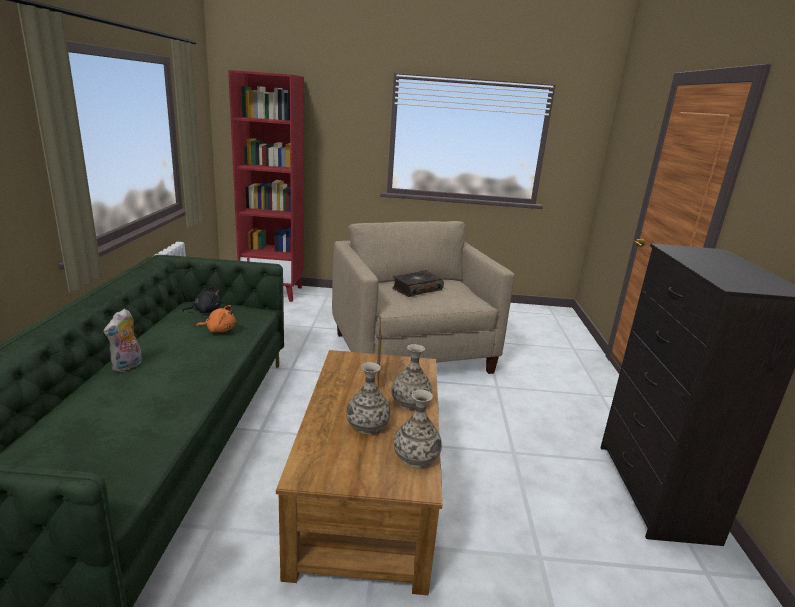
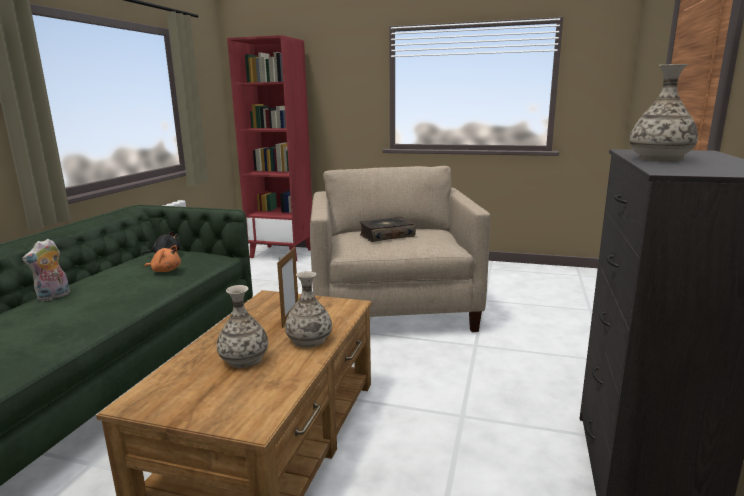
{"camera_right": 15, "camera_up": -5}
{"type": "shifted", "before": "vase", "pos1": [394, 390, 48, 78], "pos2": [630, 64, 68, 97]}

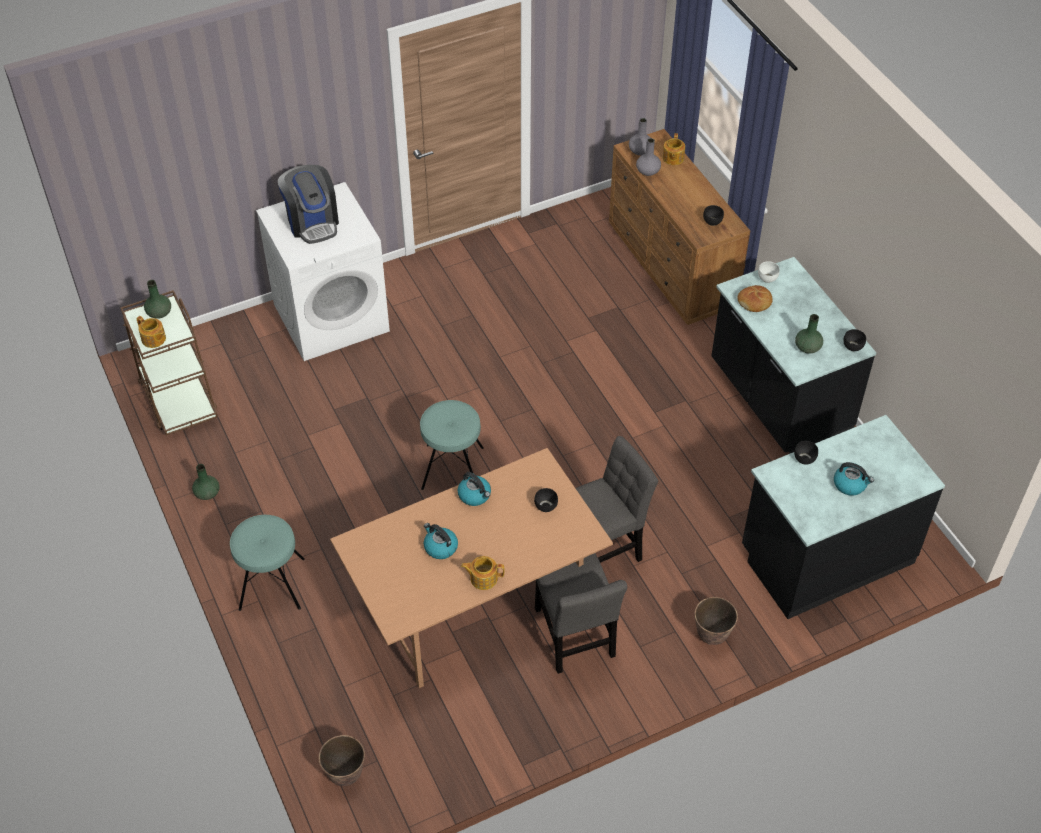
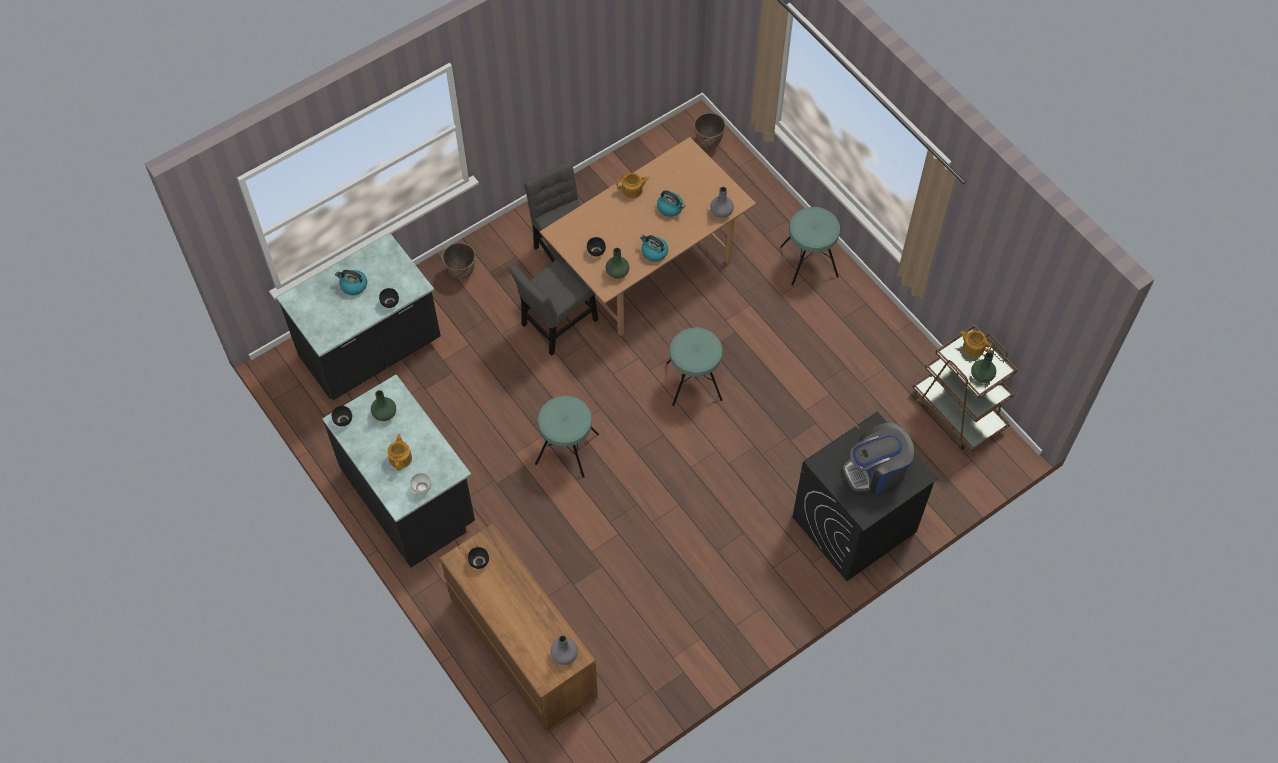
{"camera_right": 170, "camera_up": 10}
{"type": "shifted", "before": "green vase", "pos1": [192, 464, 28, 36], "pos2": [606, 248, 23, 31]}
{"type": "repainted", "before": "white washing machine", "after": "black washing machine", "pos1": [256, 182, 134, 179], "pos2": [792, 412, 146, 169]}
{"type": "rotated", "before": "coffee machine", "pos1": [278, 165, 61, 79], "pos2": [843, 423, 71, 72], "turn": -75}
{"type": "shifted", "before": "grey vase", "pos1": [636, 138, 25, 38], "pos2": [710, 187, 24, 31]}
{"type": "shifted", "before": "teapot", "pos1": [663, 133, 22, 32], "pos2": [387, 434, 25, 36]}
{"type": "gone", "before": "bread", "pos1": [738, 285, 35, 27]}
{"type": "new", "after": "turquoise stool", "pos2": [535, 396, 64, 82]}

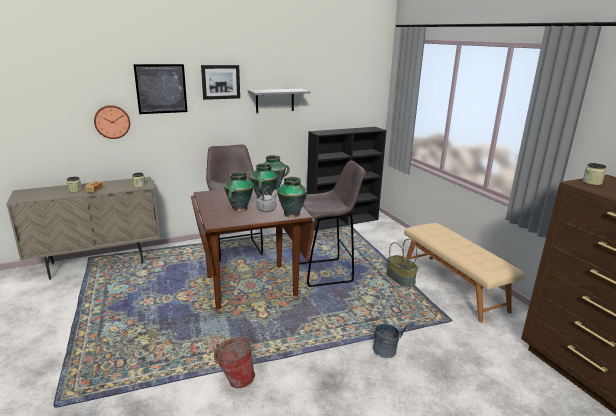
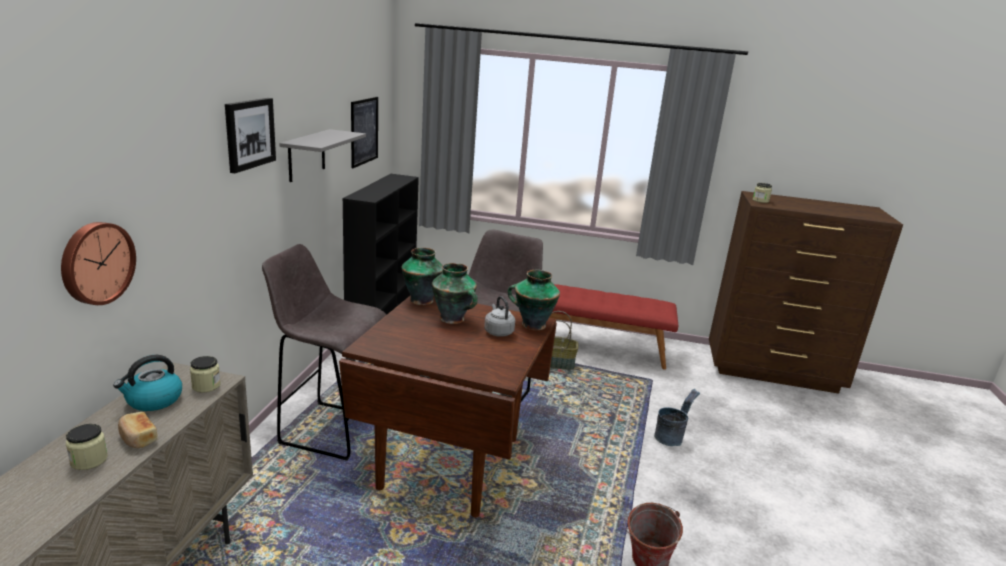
{"camera_right": -55, "camera_up": 0}
{"type": "shifted", "before": "picture", "pos1": [133, 64, 55, 50], "pos2": [351, 97, 27, 71]}
{"type": "gone", "before": "vase", "pos1": [224, 172, 30, 40]}
{"type": "repainted", "before": "beige bench", "after": "red bench", "pos1": [404, 223, 121, 99], "pos2": [549, 284, 129, 86]}
{"type": "new", "after": "kettle", "pos2": [113, 355, 69, 56]}

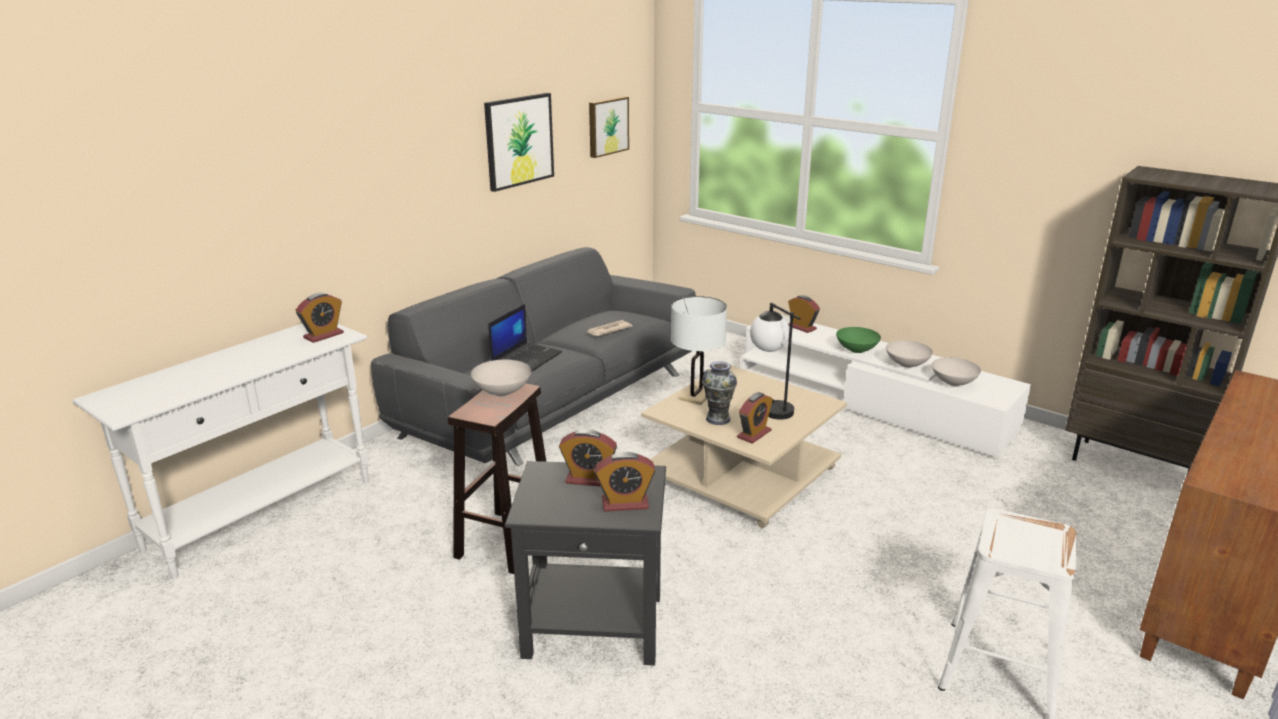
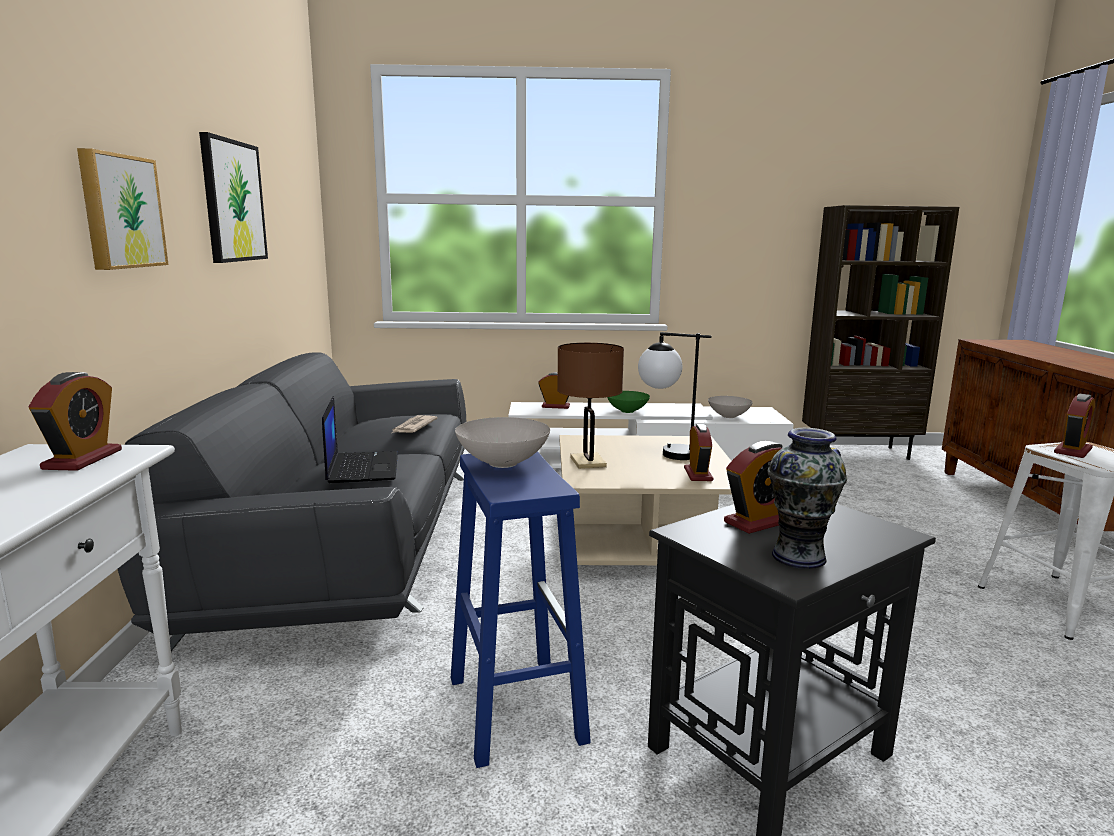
{"camera_right": -40, "camera_up": -10}
{"type": "repainted", "before": "brown stool", "after": "blue stool", "pos1": [448, 383, 98, 191], "pos2": [451, 451, 140, 317]}
{"type": "shifted", "before": "picture", "pos1": [589, 96, 40, 62], "pos2": [77, 148, 92, 122]}
{"type": "shifted", "before": "alarm clock", "pos1": [595, 452, 60, 60], "pos2": [1054, 394, 41, 64]}
{"type": "repainted", "before": "white table lamp", "after": "brown table lamp", "pos1": [671, 296, 56, 109], "pos2": [557, 343, 67, 126]}
{"type": "shifted", "before": "vase", "pos1": [702, 361, 35, 64], "pos2": [767, 428, 80, 141]}
{"type": "gone", "before": "white bowl", "pos1": [886, 340, 47, 28]}

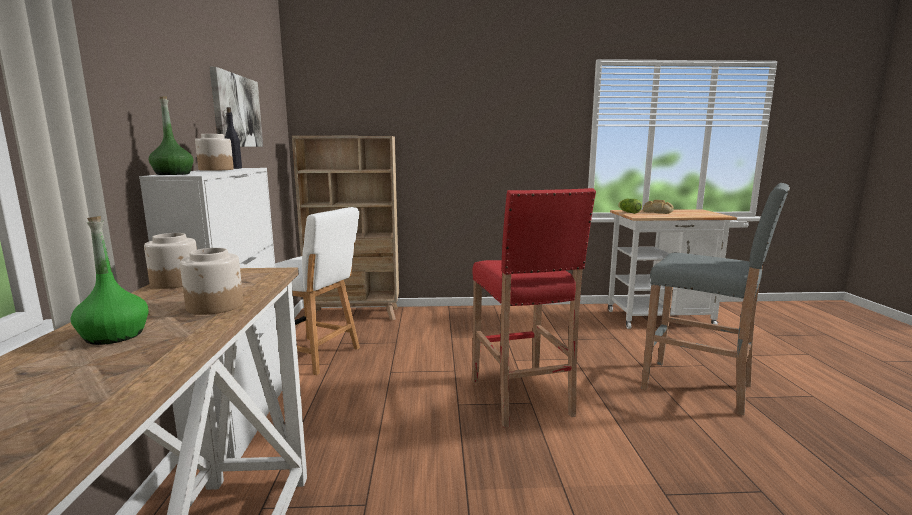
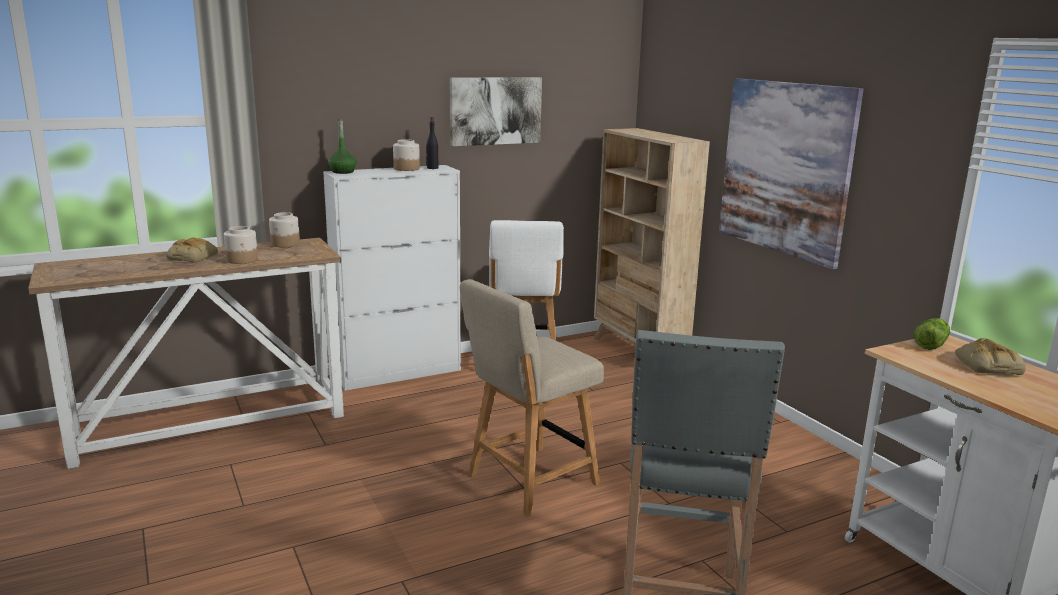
{"camera_right": 65, "camera_up": 5}
{"type": "swapped", "before": "green bottle", "after": "bread", "pos1": [71, 216, 78, 129], "pos2": [166, 237, 52, 26]}
{"type": "swapped", "before": "red stool", "after": "beige chair", "pos1": [472, 188, 124, 240], "pos2": [460, 279, 144, 237]}
{"type": "new", "after": "picture", "pos2": [719, 78, 145, 191]}

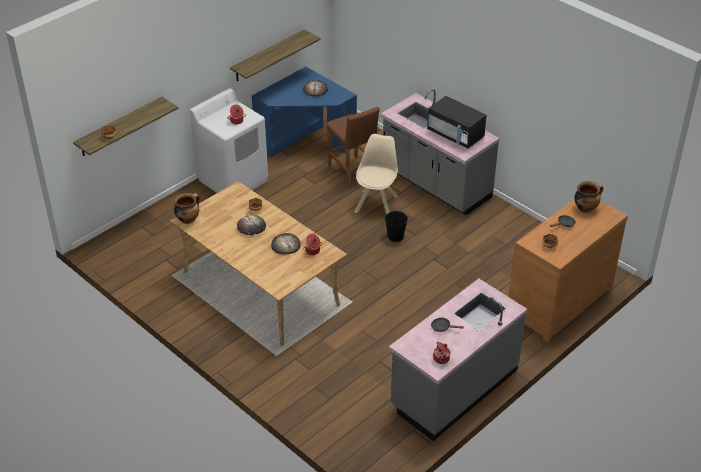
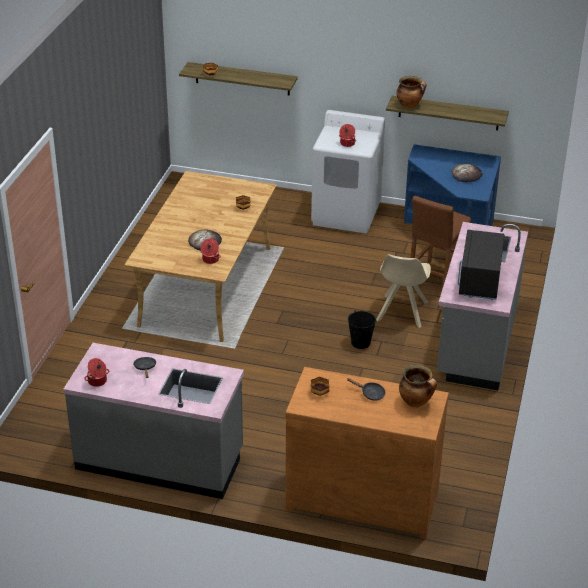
{"camera_right": 60, "camera_up": -5}
{"type": "shifted", "before": "cooking pot", "pos1": [174, 193, 26, 31], "pos2": [396, 76, 31, 33]}
{"type": "gone", "before": "bread", "pos1": [237, 215, 29, 21]}
{"type": "rotated", "before": "beige chair", "pos1": [355, 134, 43, 81], "pos2": [376, 254, 55, 74], "turn": 120}

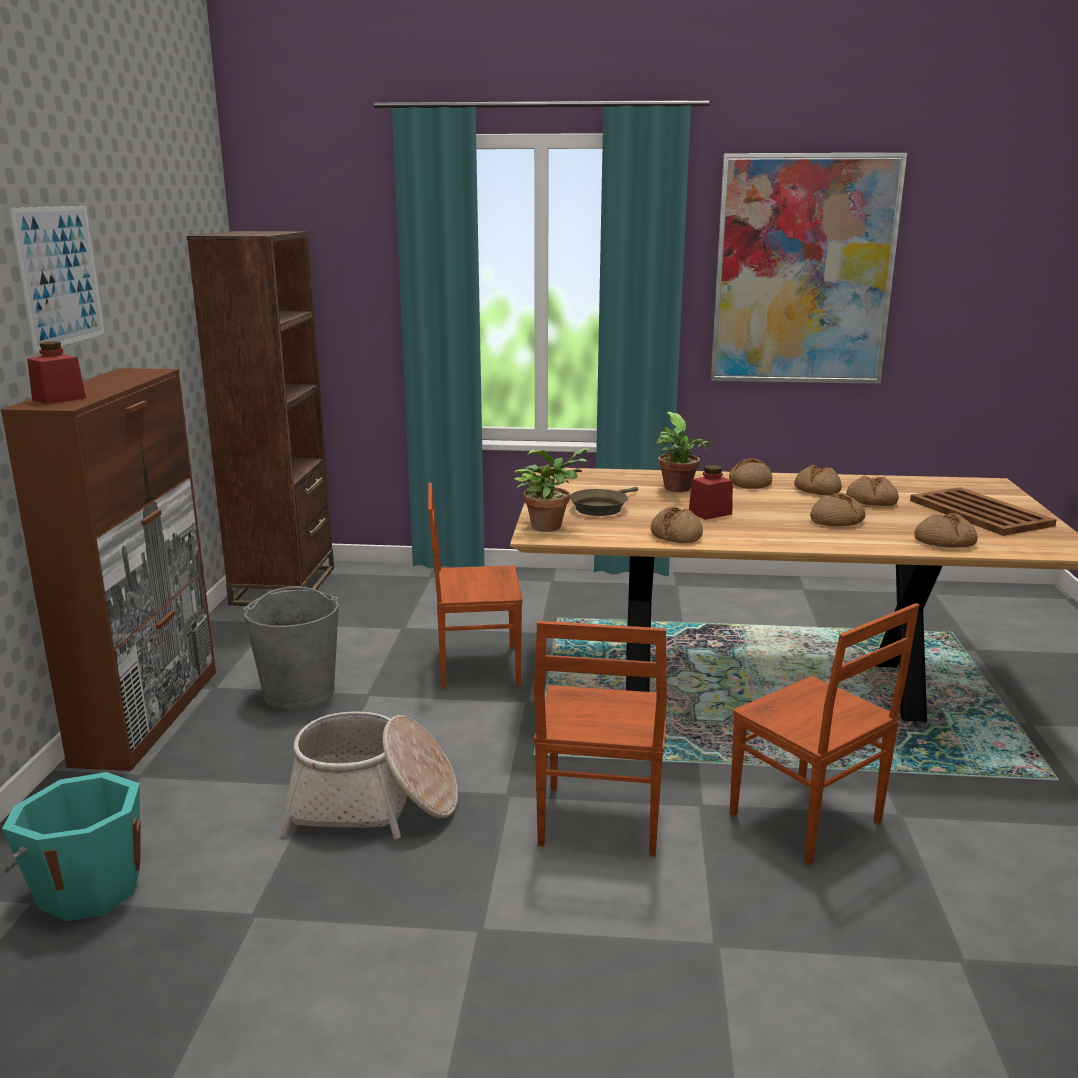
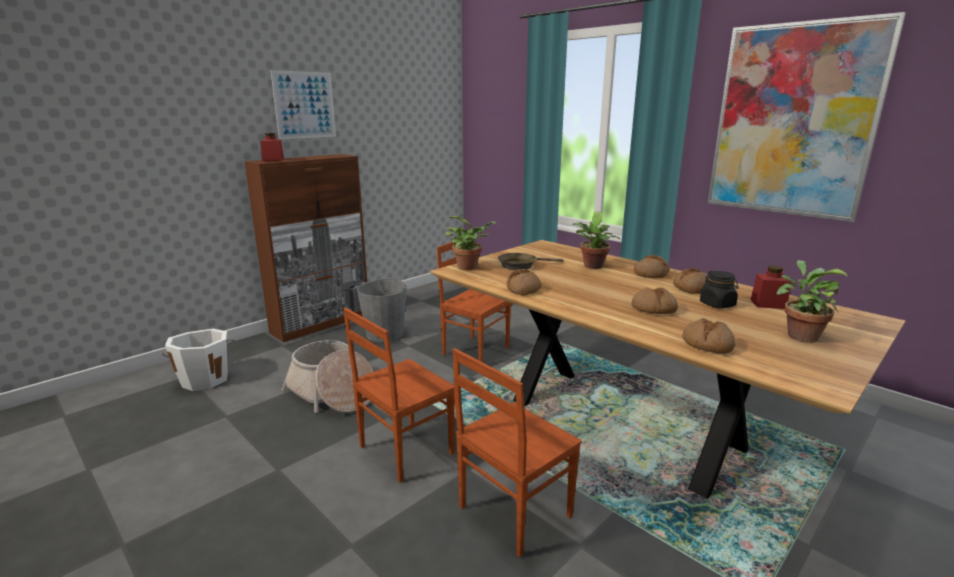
{"camera_right": 40, "camera_up": 0}
{"type": "repainted", "before": "turquoise bucket", "after": "white bucket", "pos1": [2, 772, 139, 149], "pos2": [162, 329, 73, 62]}
{"type": "gone", "before": "brown bookcase", "pos1": [187, 231, 147, 375]}
{"type": "shifted", "before": "red jar", "pos1": [689, 465, 44, 55], "pos2": [750, 265, 41, 44]}
{"type": "rotated", "before": "brown chair", "pos1": [730, 603, 189, 262], "pos2": [452, 348, 130, 210], "turn": 45}
{"type": "swapped", "before": "bread", "after": "black jar", "pos1": [846, 475, 53, 31], "pos2": [700, 271, 39, 38]}
{"type": "swapped", "before": "brown tray", "after": "potted plant", "pos1": [910, 487, 146, 49], "pos2": [777, 260, 71, 83]}

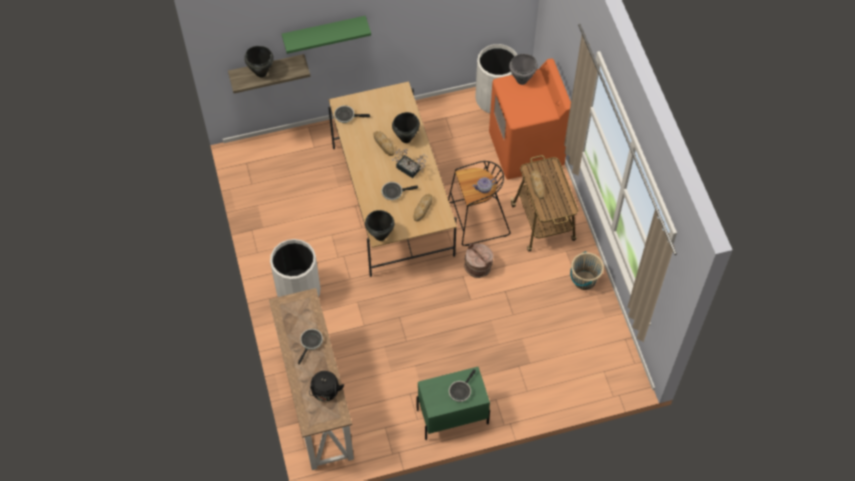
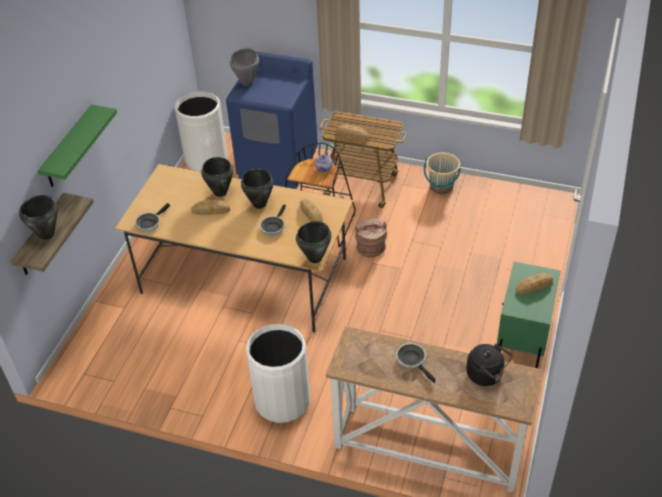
{"camera_right": -55, "camera_up": -15}
{"type": "swapped", "before": "potted plant", "after": "black cooking pot", "pos1": [392, 149, 35, 29], "pos2": [241, 168, 32, 41]}
{"type": "swapped", "before": "frying pan", "after": "bread", "pos1": [449, 369, 27, 33], "pos2": [516, 273, 37, 21]}
{"type": "repainted", "before": "orange washing machine", "after": "blue washing machine", "pos1": [489, 58, 82, 122], "pos2": [226, 51, 92, 138]}

